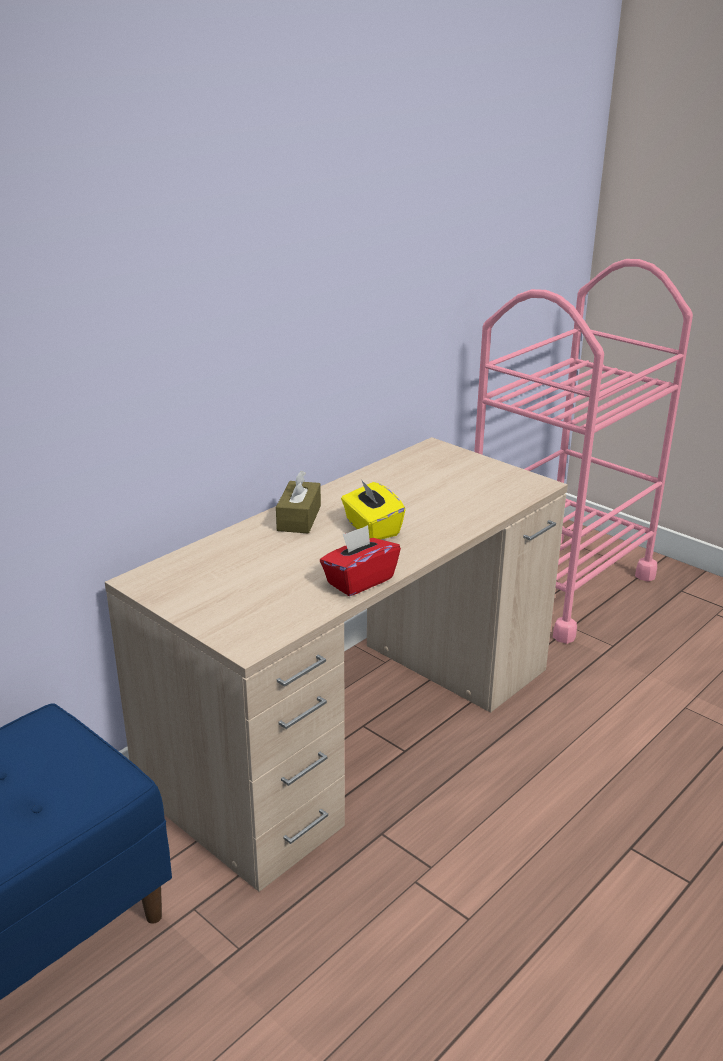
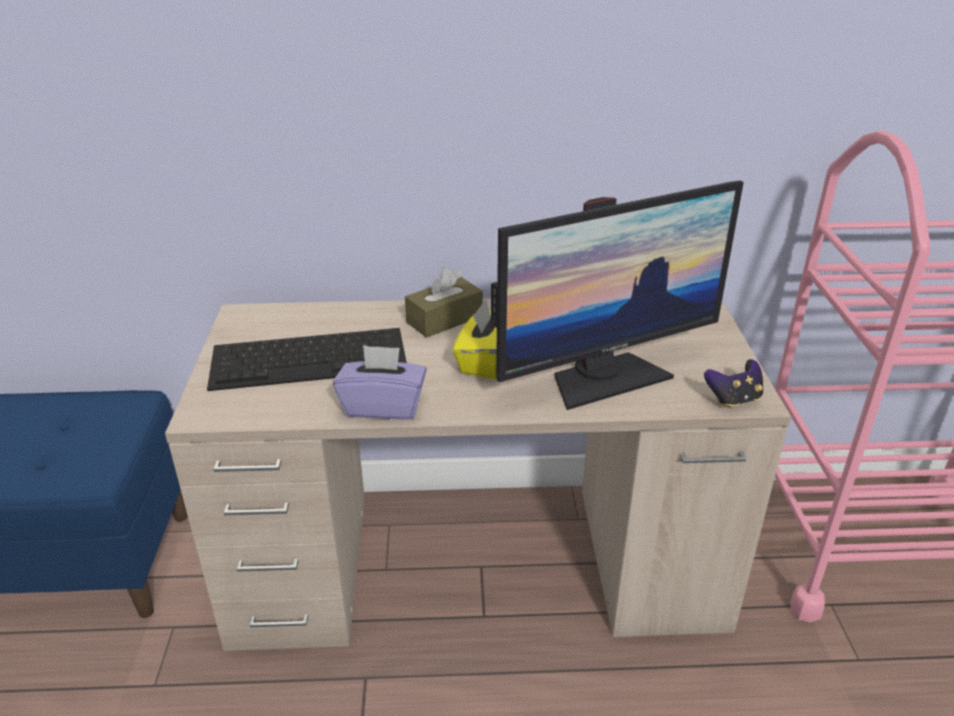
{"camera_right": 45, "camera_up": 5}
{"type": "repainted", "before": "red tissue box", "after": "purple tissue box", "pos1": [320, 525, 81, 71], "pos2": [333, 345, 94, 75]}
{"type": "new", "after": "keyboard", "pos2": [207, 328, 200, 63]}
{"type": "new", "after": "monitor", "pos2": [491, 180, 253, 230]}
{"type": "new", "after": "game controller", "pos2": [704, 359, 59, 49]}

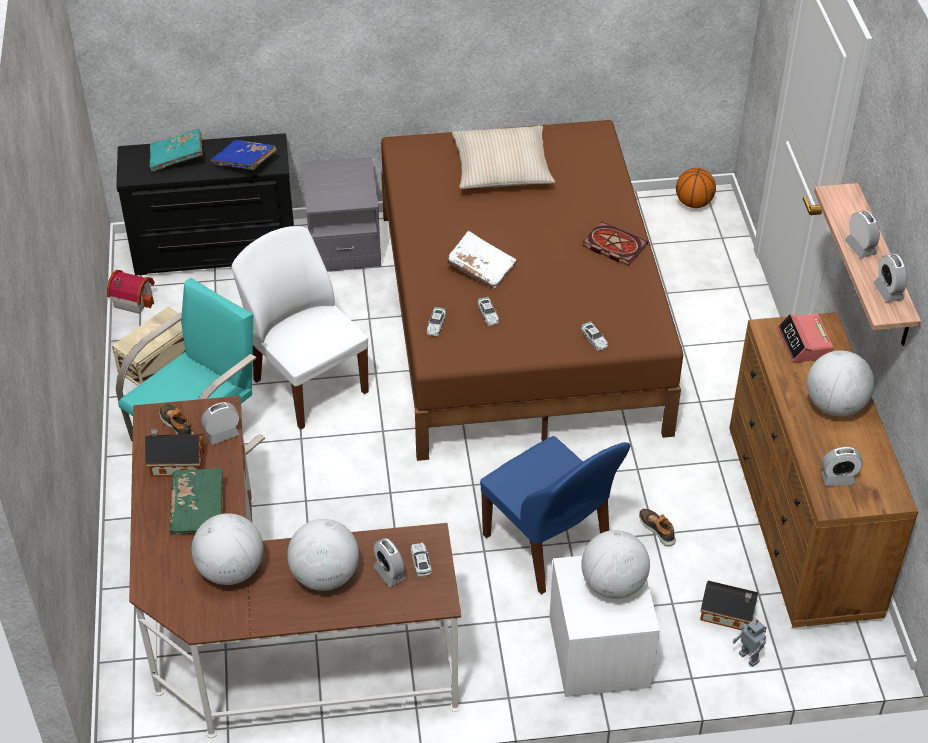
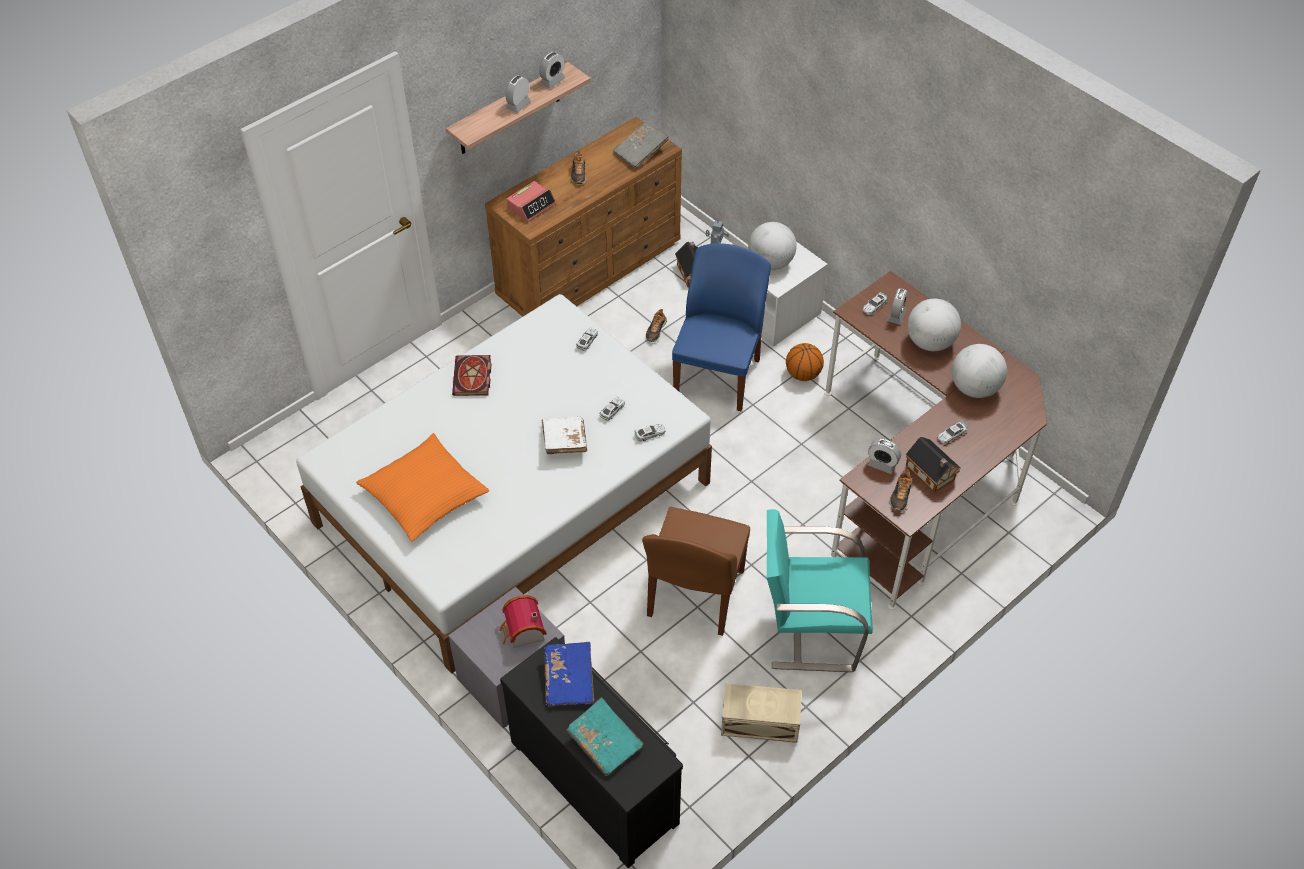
{"camera_right": -125, "camera_up": 5}
{"type": "shifted", "before": "toy house", "pos1": [107, 270, 48, 44], "pos2": [499, 595, 48, 53]}
{"type": "swapped", "before": "green book", "after": "toy car", "pos1": [169, 468, 54, 67], "pos2": [937, 421, 31, 23]}
{"type": "repainted", "before": "white chair", "after": "brown chair", "pos1": [232, 226, 137, 204], "pos2": [642, 507, 108, 129]}
{"type": "repainted", "before": "brown bed", "after": "white bed", "pos1": [381, 120, 302, 341], "pos2": [296, 294, 416, 380]}
{"type": "repainted", "before": "beige pillow", "after": "orange pillow", "pos1": [452, 125, 103, 64], "pos2": [356, 433, 133, 109]}
{"type": "shifted", "before": "basketball", "pos1": [676, 168, 40, 40], "pos2": [786, 343, 38, 38]}
{"type": "swapped", "before": "globe", "after": "shoe", "pos1": [807, 350, 68, 66], "pos2": [571, 150, 15, 34]}
{"type": "swapped", "before": "alarm clock", "after": "grey book", "pos1": [821, 447, 42, 39], "pos2": [613, 122, 56, 47]}

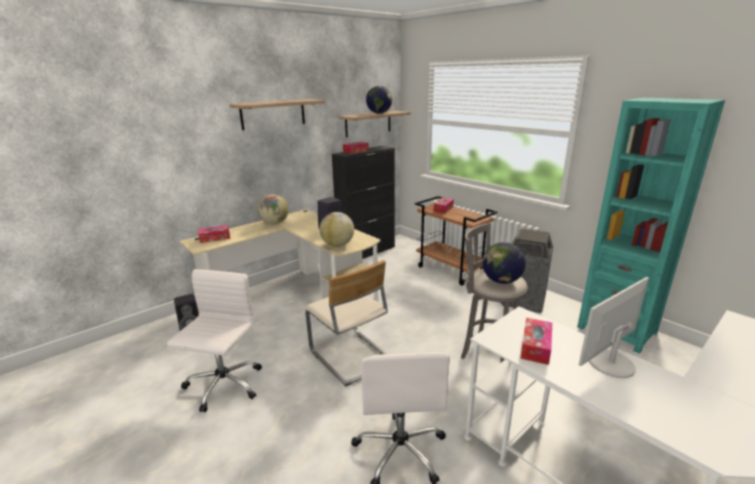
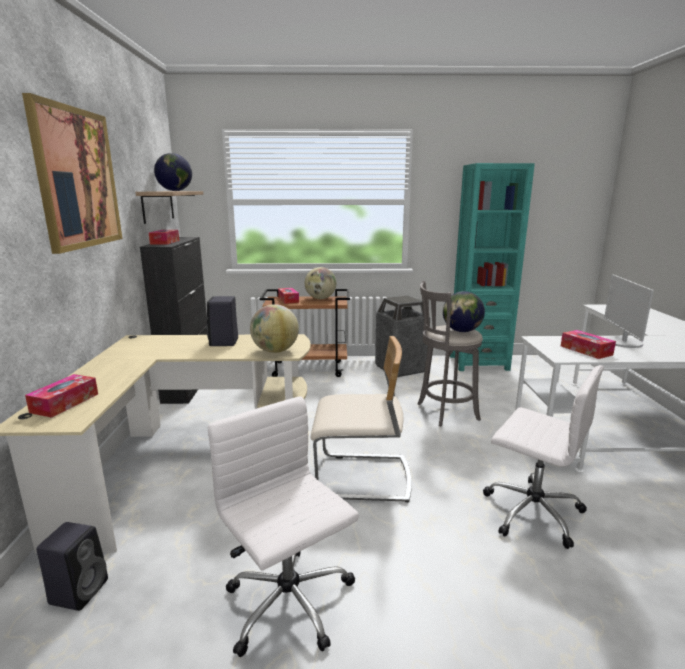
{"camera_right": -50, "camera_up": -5}
{"type": "swapped", "before": "shelf", "after": "picture", "pos1": [229, 99, 96, 31], "pos2": [22, 93, 100, 161]}
{"type": "shifted", "before": "globe", "pos1": [258, 194, 31, 31], "pos2": [305, 267, 31, 32]}

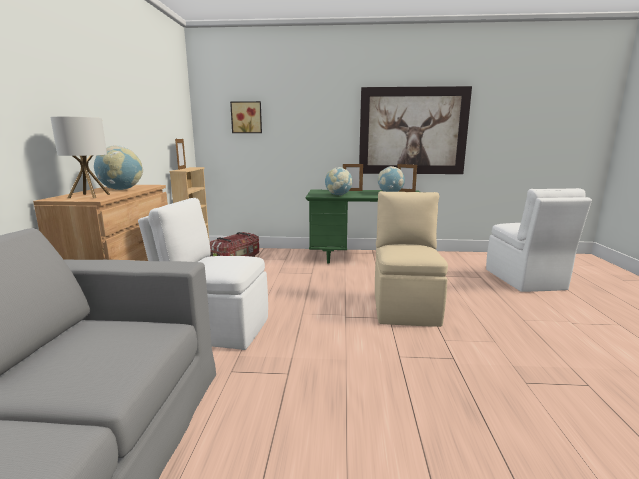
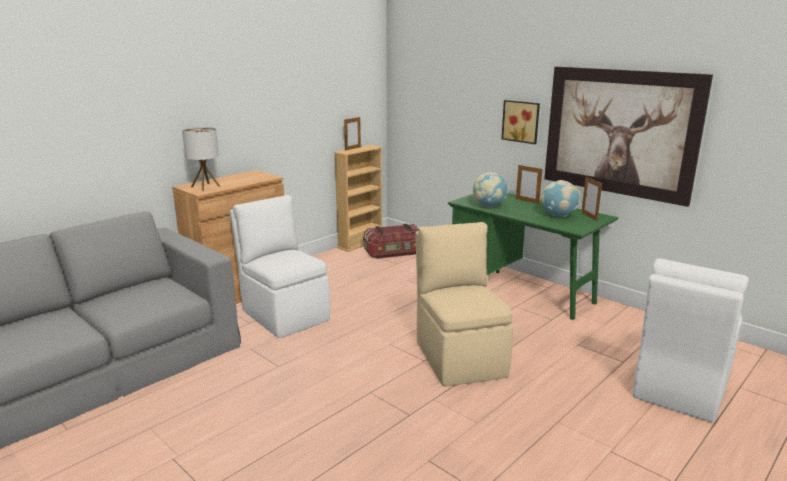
{"camera_right": 40, "camera_up": 5}
{"type": "gone", "before": "globe", "pos1": [94, 145, 49, 45]}
{"type": "shifted", "before": "picture", "pos1": [230, 101, 32, 32], "pos2": [501, 100, 39, 44]}
{"type": "rotated", "before": "beige chair", "pos1": [375, 191, 73, 136], "pos2": [416, 222, 97, 165], "turn": -60}

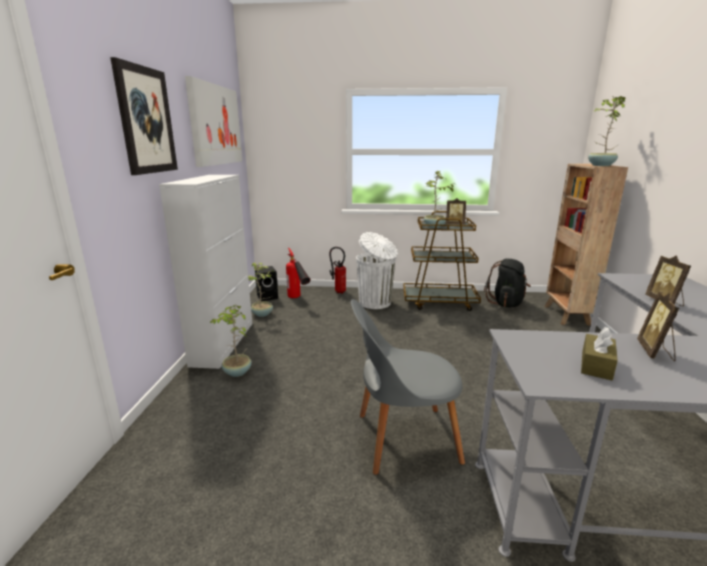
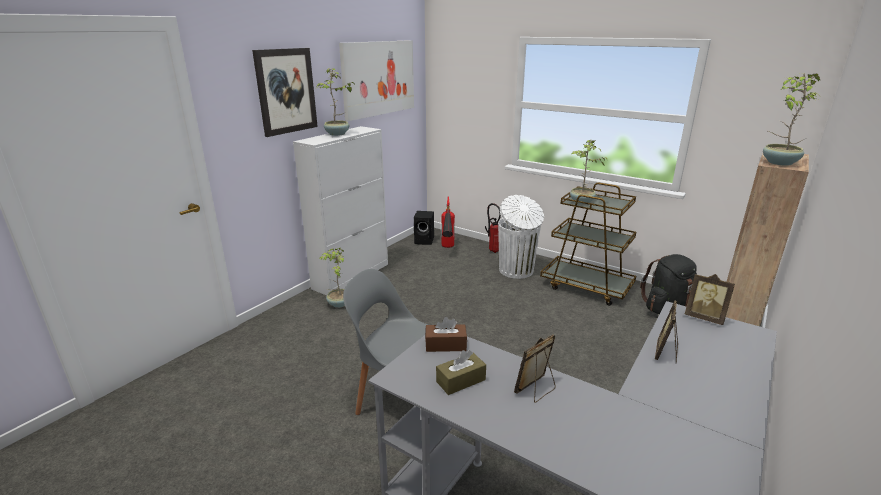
{"camera_right": 30, "camera_up": 5}
{"type": "shifted", "before": "potted plant", "pos1": [248, 262, 26, 55], "pos2": [317, 68, 37, 68]}
{"type": "shifted", "before": "picture frame", "pos1": [446, 198, 20, 26], "pos2": [685, 274, 50, 51]}
{"type": "new", "after": "brown tissue box", "pos2": [425, 317, 42, 35]}

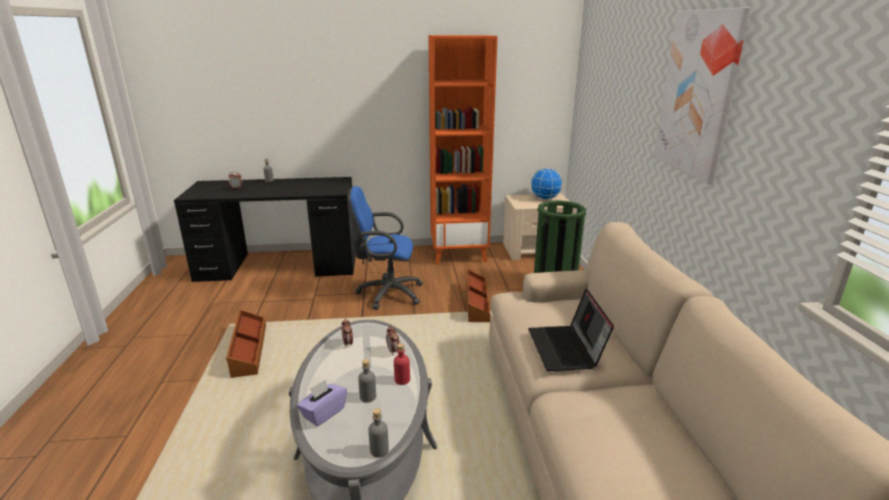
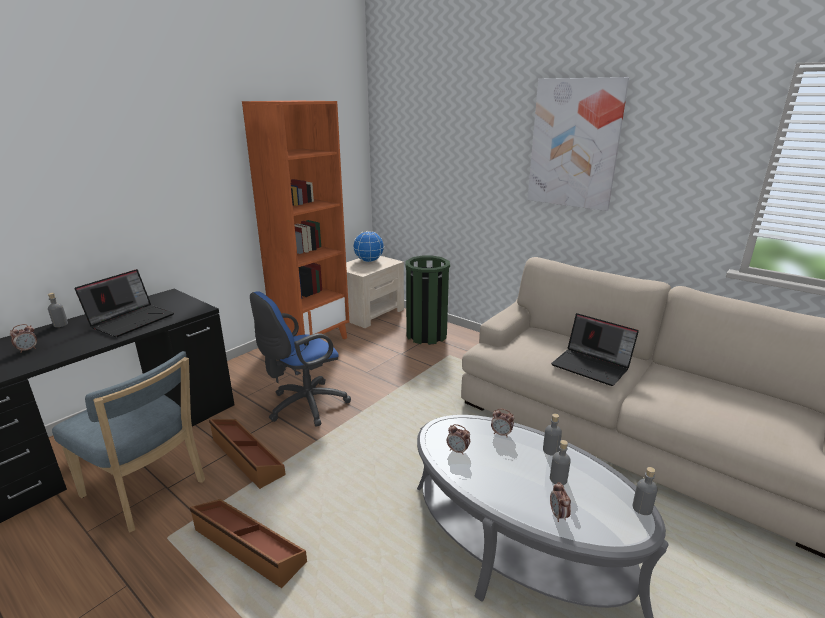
{"camera_right": -45, "camera_up": 0}
{"type": "swapped", "before": "purple tissue box", "after": "alarm clock", "pos1": [297, 379, 50, 47], "pos2": [550, 482, 21, 40]}
{"type": "repainted", "before": "red bottle", "after": "grey bottle", "pos1": [394, 343, 16, 42], "pos2": [543, 413, 19, 43]}
{"type": "shifted", "before": "brown storage box", "pos1": [467, 269, 23, 53], "pos2": [209, 419, 77, 70]}
{"type": "new", "after": "blue chair", "pos2": [52, 351, 153, 182]}
{"type": "new", "after": "laptop", "pos2": [74, 269, 100, 68]}

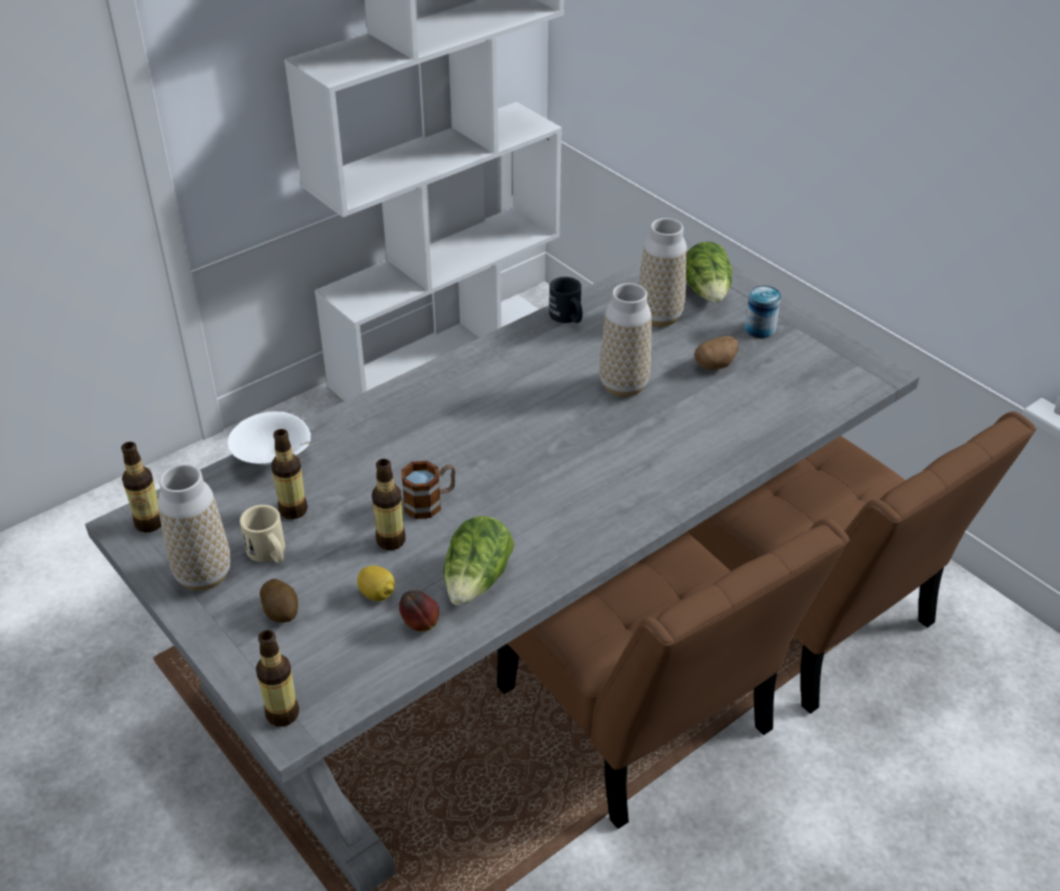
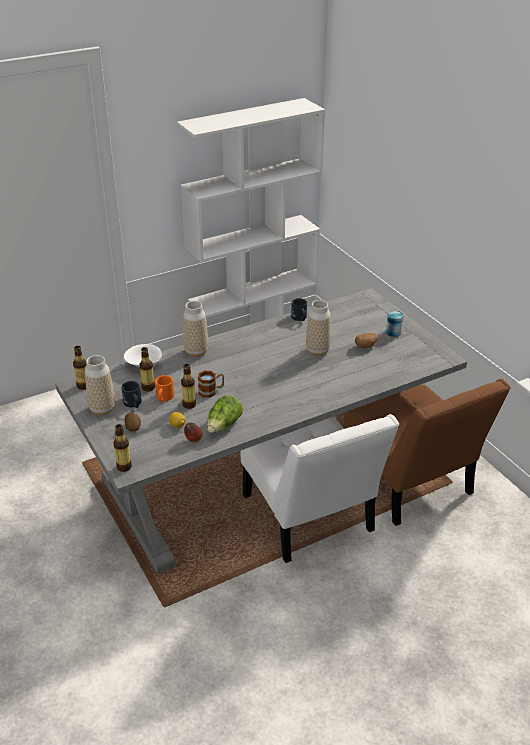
{"camera_right": 10, "camera_up": -5}
{"type": "repainted", "before": "beige mug", "after": "black mug", "pos1": [240, 505, 45, 58], "pos2": [121, 381, 20, 27]}
{"type": "repainted", "before": "brown chair", "after": "white chair", "pos1": [497, 518, 352, 311], "pos2": [240, 414, 159, 149]}
{"type": "shifted", "before": "vase", "pos1": [639, 218, 48, 109], "pos2": [183, 301, 25, 56]}
{"type": "gone", "before": "lettuce", "pos1": [686, 242, 46, 62]}
{"type": "new", "after": "orange mug", "pos2": [155, 375, 19, 27]}

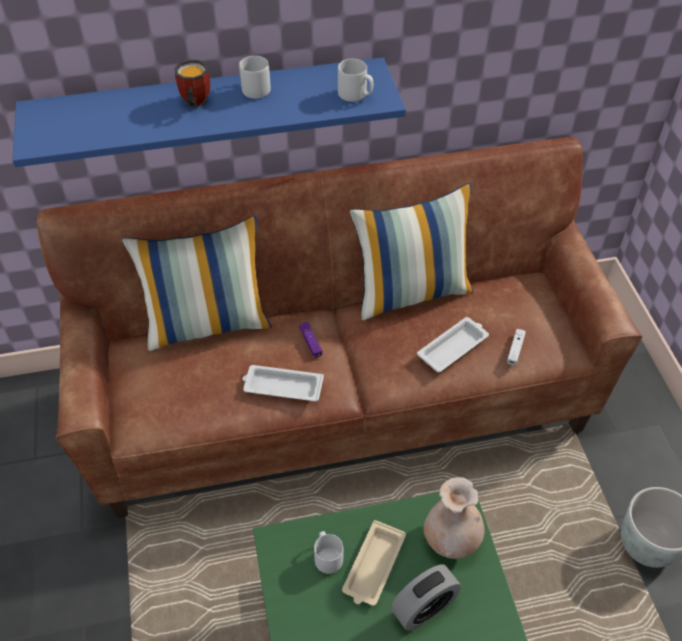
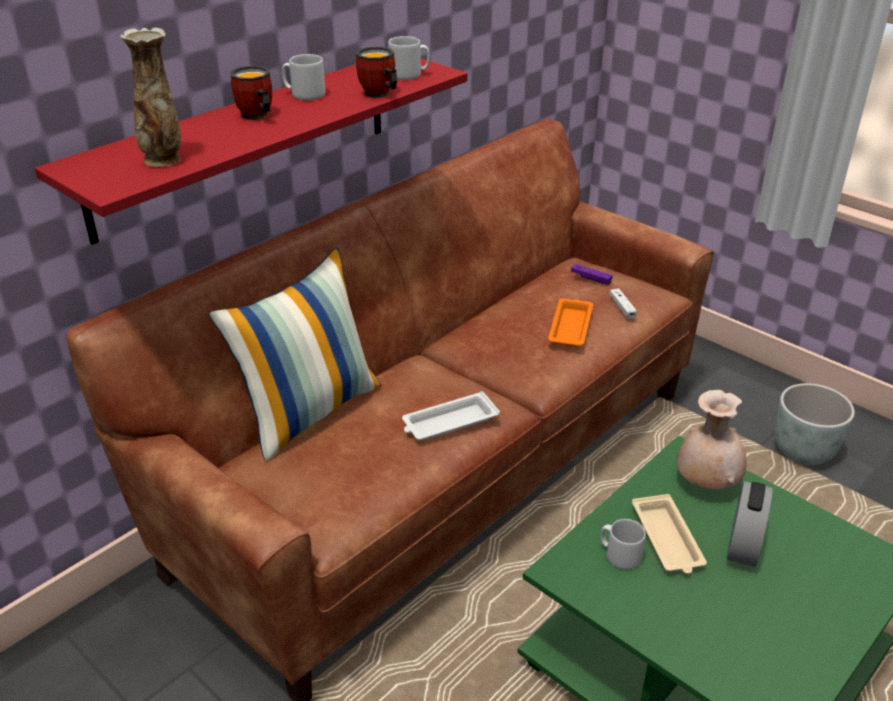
{"camera_right": -35, "camera_up": -15}
{"type": "repainted", "before": "blue shelf", "after": "red shelf", "pos1": [12, 57, 394, 110], "pos2": [35, 58, 433, 187]}
{"type": "shifted", "before": "purple game controller", "pos1": [299, 322, 23, 36], "pos2": [571, 264, 42, 21]}
{"type": "gone", "before": "pillow", "pos1": [350, 183, 124, 137]}
{"type": "repainted", "before": "white tray", "after": "orange tray", "pos1": [417, 317, 72, 56], "pos2": [548, 299, 45, 48]}
{"type": "new", "after": "vase", "pos2": [120, 28, 61, 139]}
{"type": "new", "after": "mug", "pos2": [356, 47, 41, 51]}

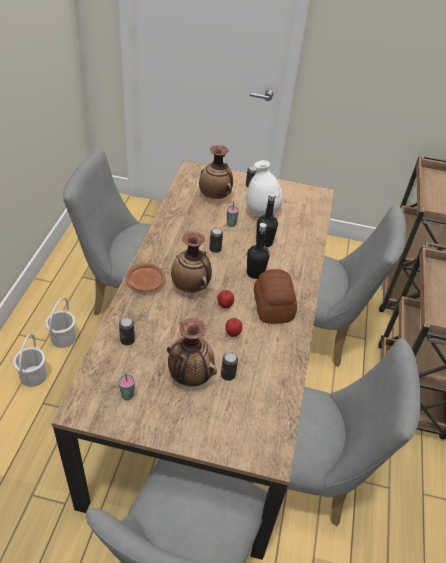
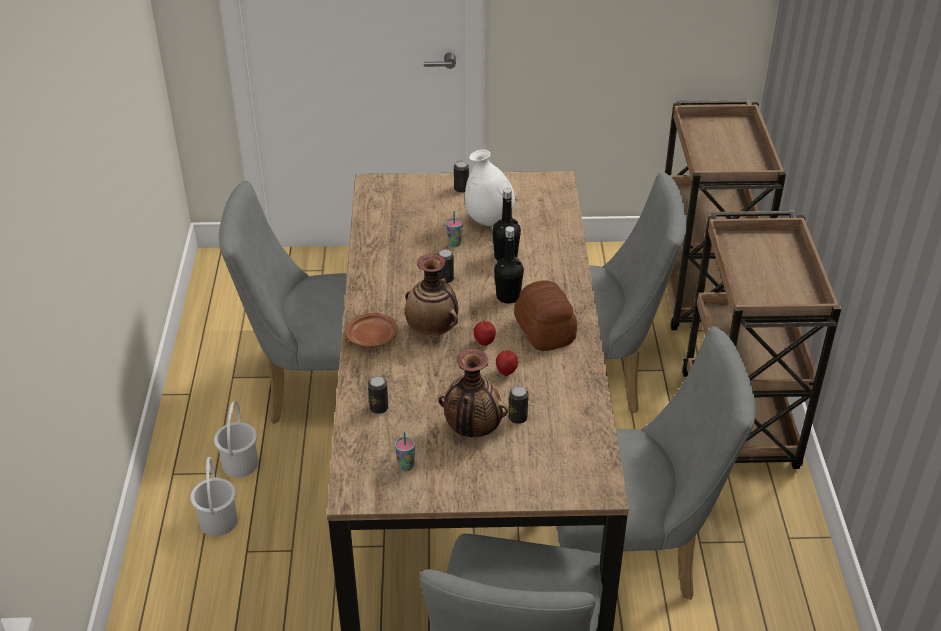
{"camera_right": -10, "camera_up": -5}
{"type": "gone", "before": "vase", "pos1": [199, 145, 34, 54]}

